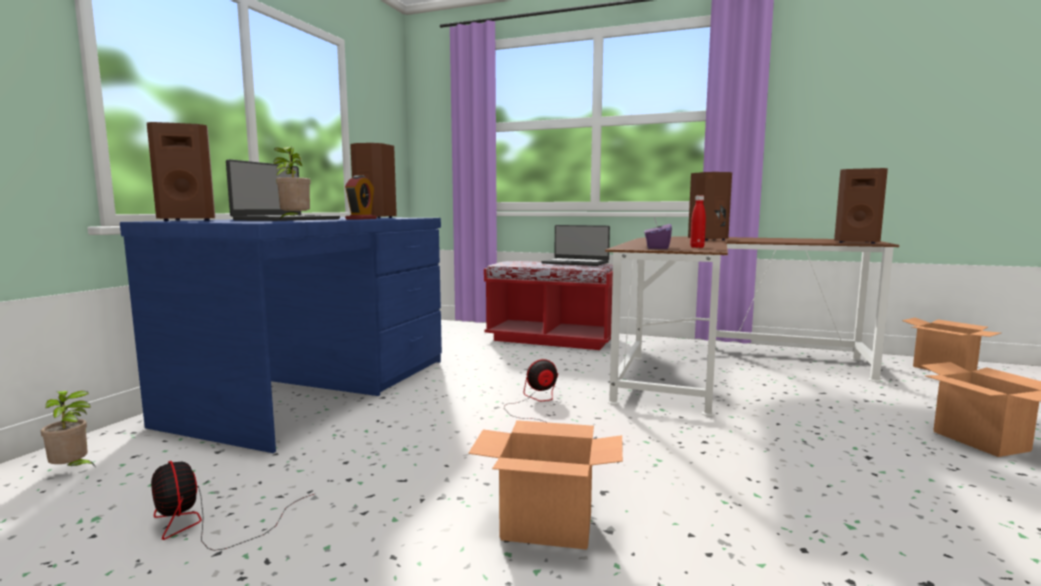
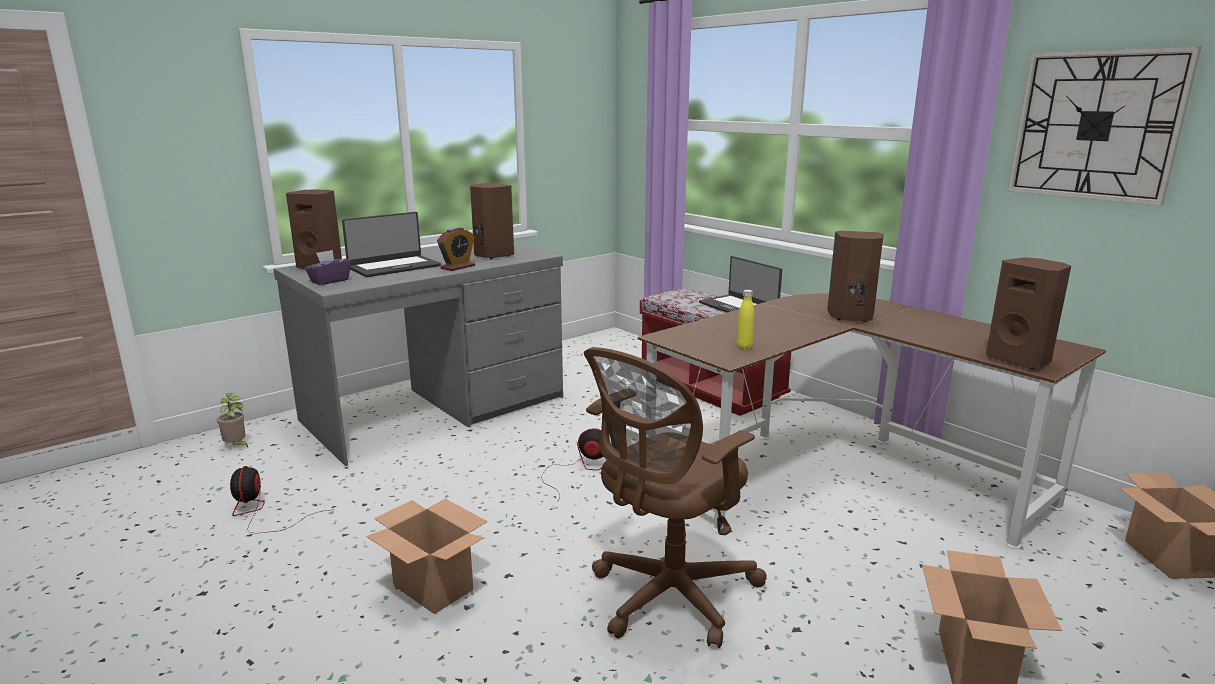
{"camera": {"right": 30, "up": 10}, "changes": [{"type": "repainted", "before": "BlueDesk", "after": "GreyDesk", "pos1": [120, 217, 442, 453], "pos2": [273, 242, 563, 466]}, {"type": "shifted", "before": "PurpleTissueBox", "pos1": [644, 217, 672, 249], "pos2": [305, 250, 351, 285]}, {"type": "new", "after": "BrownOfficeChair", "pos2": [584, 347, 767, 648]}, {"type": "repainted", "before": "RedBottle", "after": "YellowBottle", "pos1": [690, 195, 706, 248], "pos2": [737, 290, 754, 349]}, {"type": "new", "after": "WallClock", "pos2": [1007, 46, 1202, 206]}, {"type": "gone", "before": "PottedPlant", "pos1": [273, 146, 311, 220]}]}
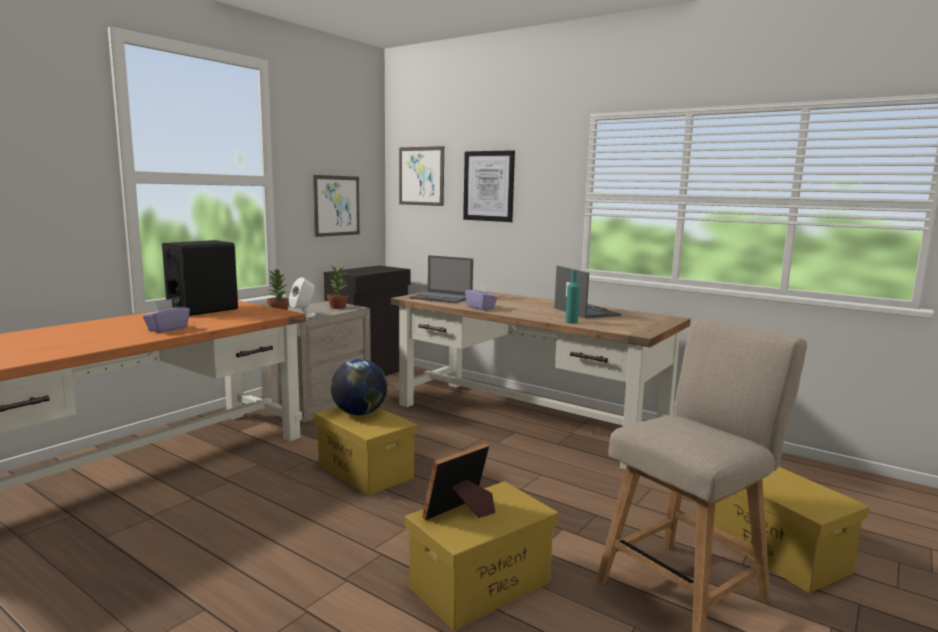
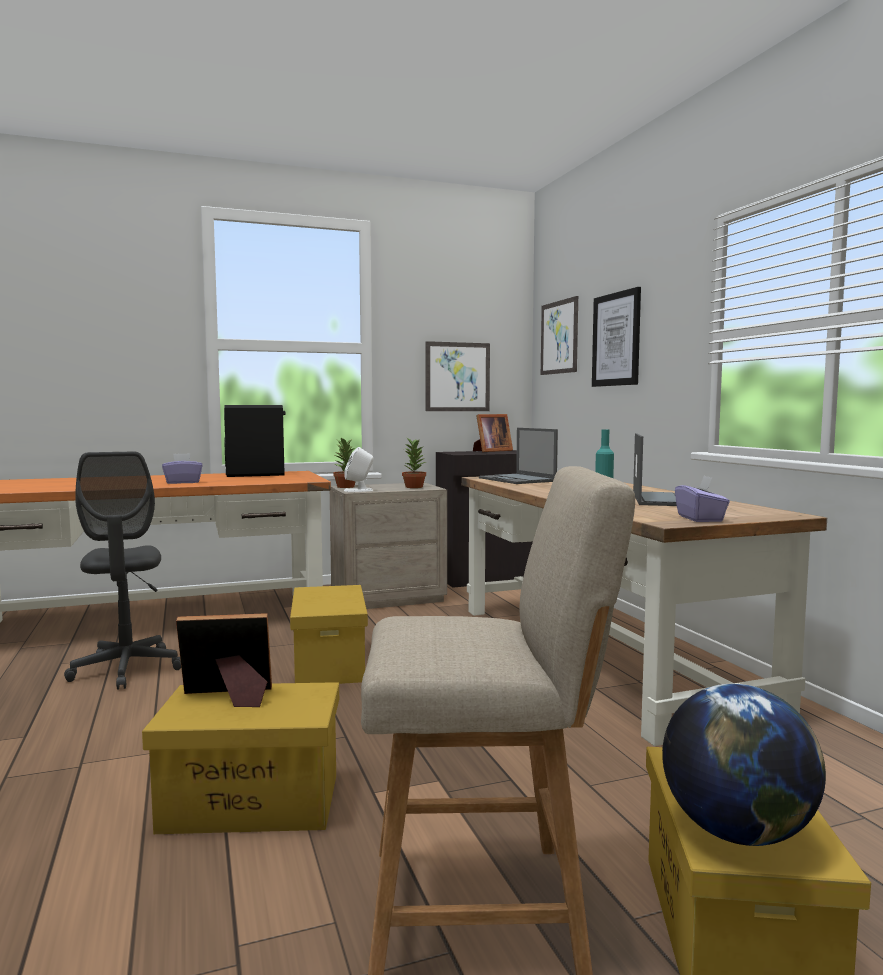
{"camera": {"right": 35, "up": -5}, "changes": [{"type": "new", "after": "GreyOfficeChair", "pos2": [64, 452, 181, 690]}, {"type": "new", "after": "PictureFrame", "pos2": [473, 414, 513, 452]}, {"type": "shifted", "before": "Globe", "pos1": [331, 359, 387, 415], "pos2": [662, 684, 826, 846]}, {"type": "shifted", "before": "PurpleTissueBox", "pos1": [465, 283, 498, 310], "pos2": [675, 476, 730, 522]}]}
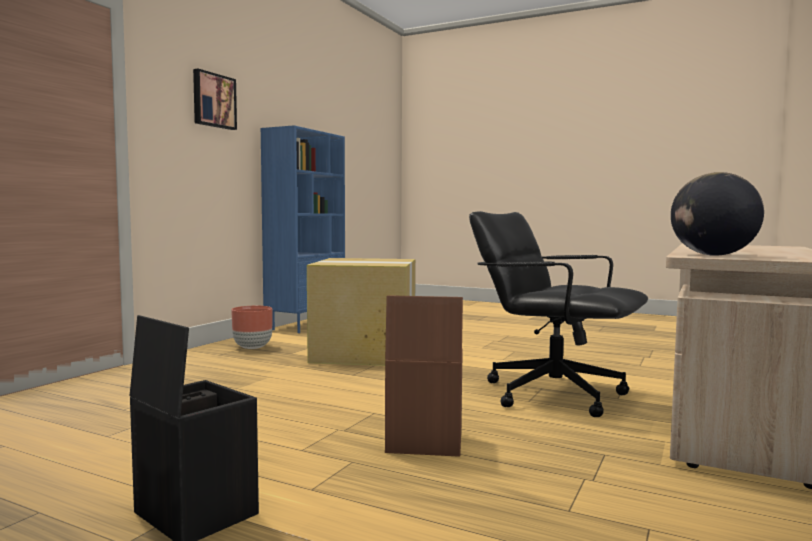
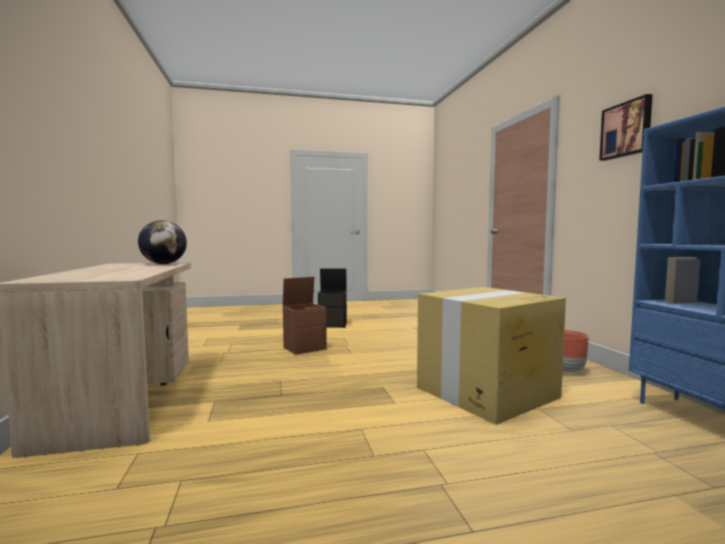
{"camera": {"right": 140, "up": 0}, "changes": [{"type": "gone", "before": "BlackOfficeChair", "pos1": [469, 211, 648, 417]}]}
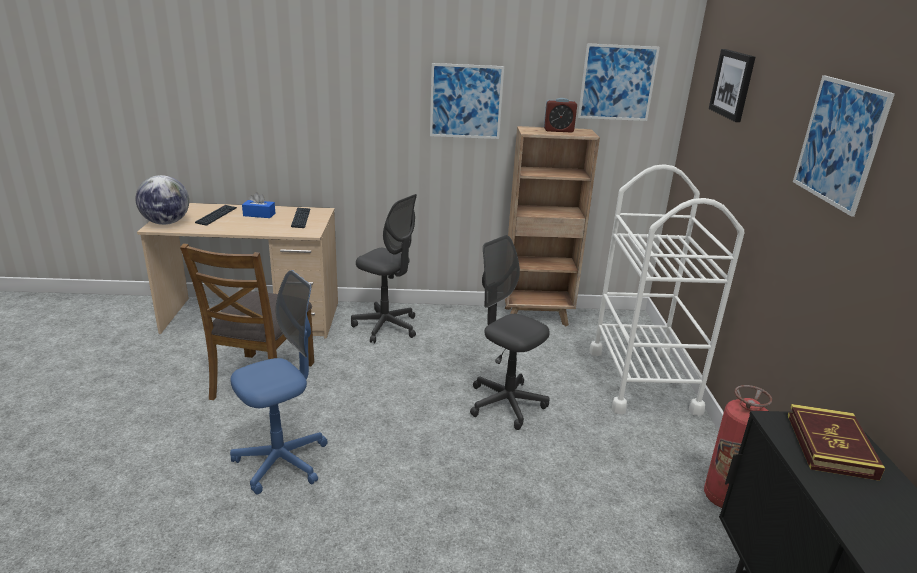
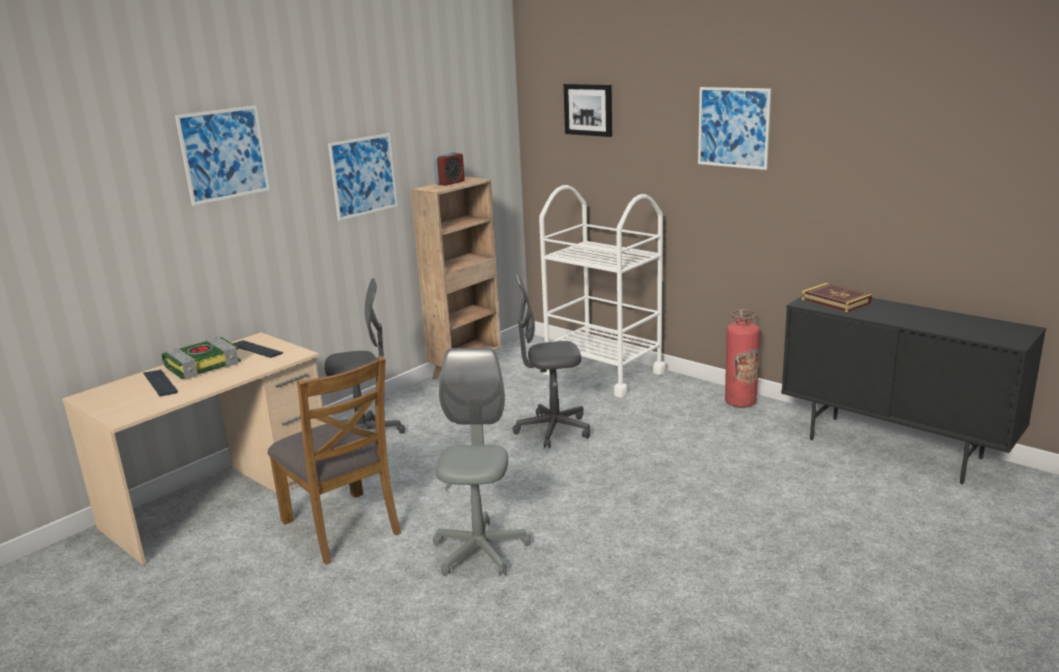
{"camera": {"right": -45, "up": -5}, "changes": [{"type": "swapped", "before": "BlueTissueBox", "after": "Book", "pos1": [242, 192, 275, 218], "pos2": [162, 337, 241, 379]}, {"type": "shifted", "before": "Picture", "pos1": [578, 43, 660, 121], "pos2": [175, 105, 270, 206]}, {"type": "repainted", "before": "BlueOfficeChair", "after": "GreyOfficeChair", "pos1": [230, 270, 328, 495], "pos2": [433, 348, 531, 576]}, {"type": "gone", "before": "Globe", "pos1": [136, 175, 189, 225]}]}
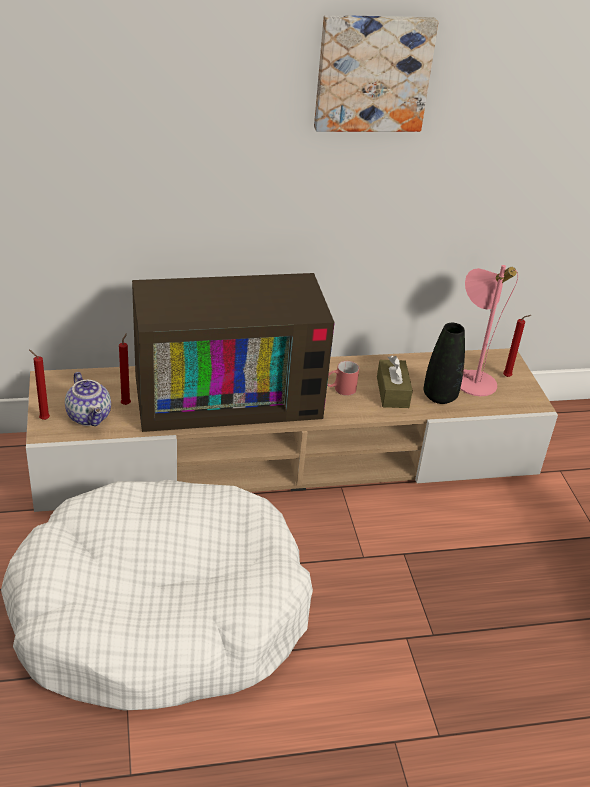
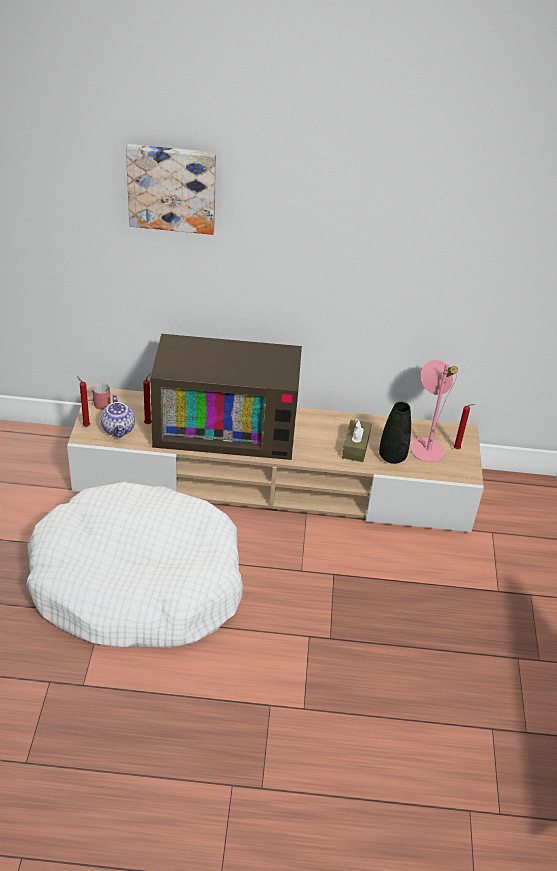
{"camera": {"right": 15, "up": 5}, "changes": [{"type": "shifted", "before": "RedMug", "pos1": [327, 361, 359, 396], "pos2": [87, 383, 111, 410]}, {"type": "shifted", "before": "Picture", "pos1": [314, 15, 439, 132], "pos2": [126, 144, 216, 235]}]}
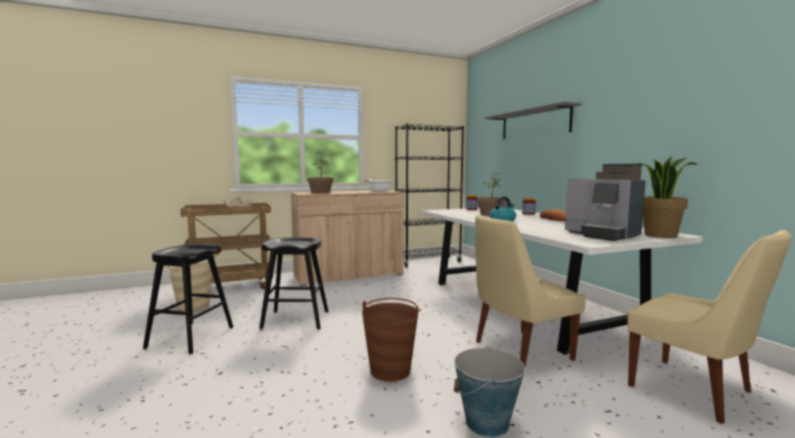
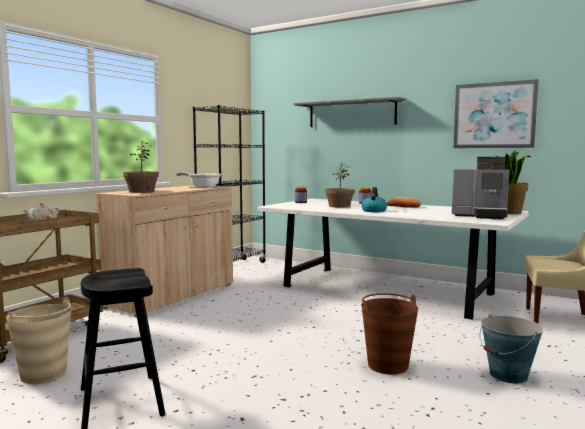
{"camera": {"right": -35, "up": 0}, "changes": [{"type": "new", "after": "Picture", "pos2": [453, 79, 538, 148]}, {"type": "gone", "before": "BlackStool", "pos1": [259, 237, 329, 329]}, {"type": "gone", "before": "BeigeChair", "pos1": [475, 215, 586, 366]}]}
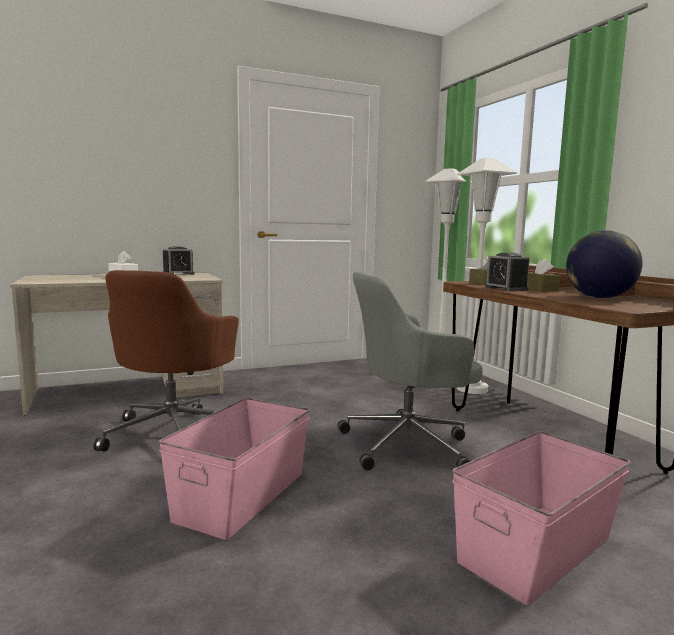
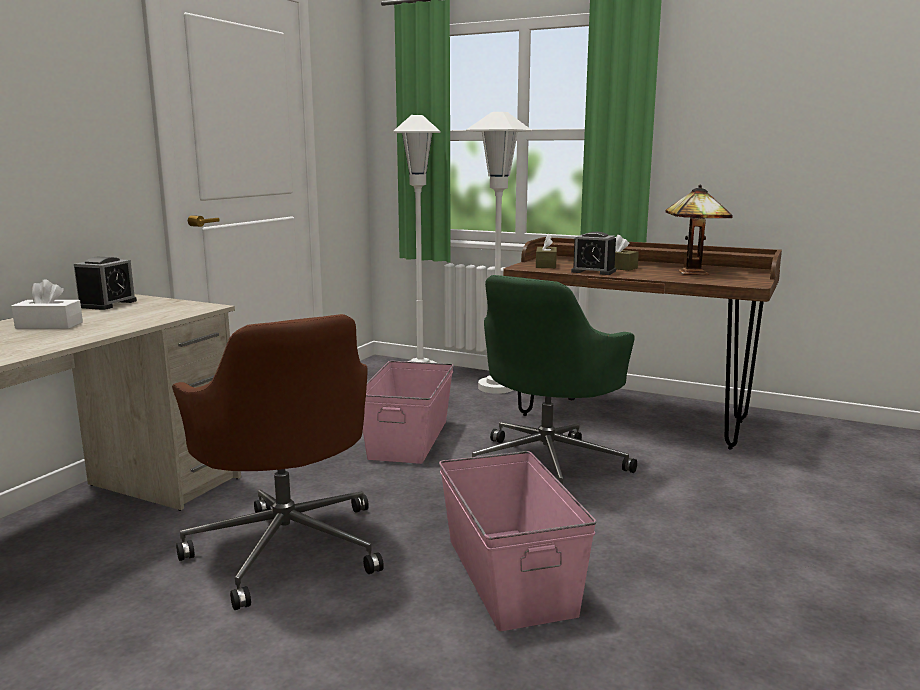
{"camera": {"right": -40, "up": 5}, "changes": [{"type": "shifted", "before": "PinkStorageBox", "pos1": [452, 431, 631, 605], "pos2": [363, 361, 454, 464]}, {"type": "repainted", "before": "GreyOfficeChair", "after": "GreenOfficeChair", "pos1": [338, 272, 483, 471], "pos2": [472, 275, 637, 484]}, {"type": "swapped", "before": "Globe", "after": "TableLamp", "pos1": [566, 230, 643, 299], "pos2": [665, 185, 733, 275]}]}
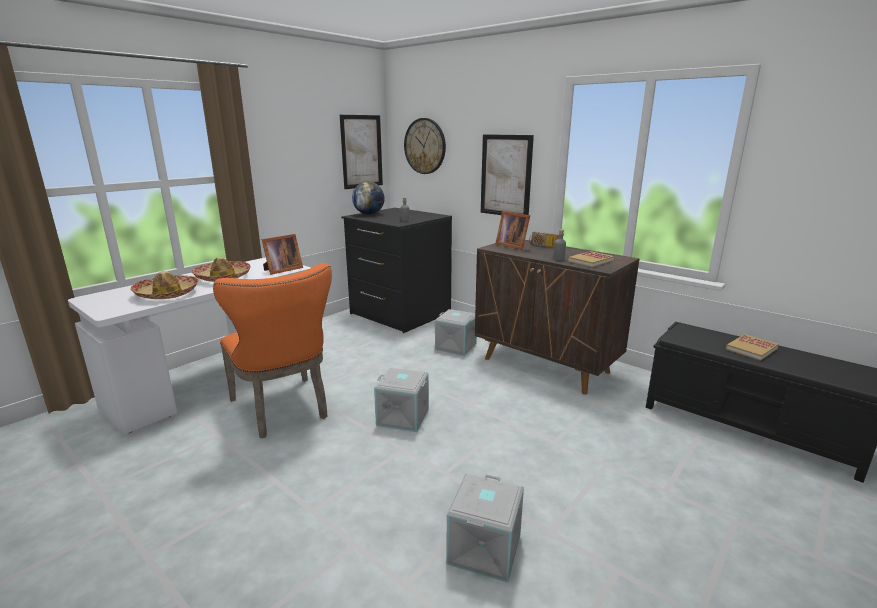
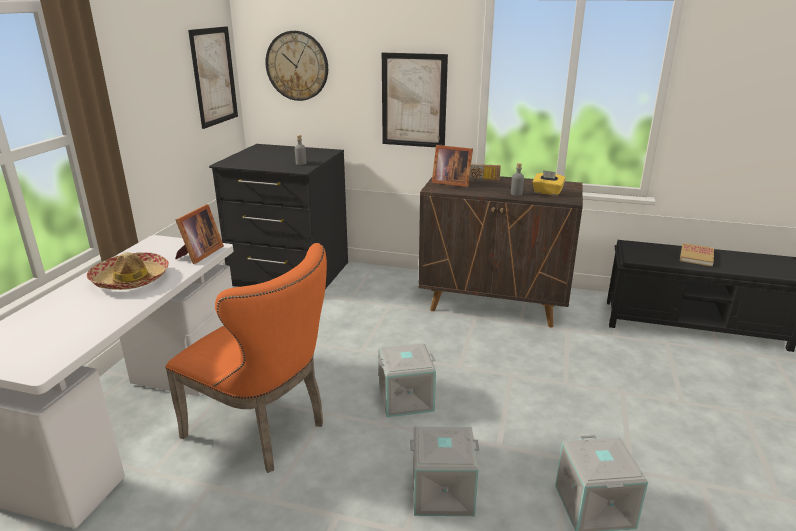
{"camera": {"right": -25, "up": 5}, "changes": [{"type": "shifted", "before": "GreyStorageBox", "pos1": [435, 309, 477, 356], "pos2": [410, 426, 480, 516]}, {"type": "swapped", "before": "Book", "after": "YellowTissueBox", "pos1": [568, 251, 614, 268], "pos2": [532, 170, 566, 196]}, {"type": "gone", "before": "Hat", "pos1": [130, 271, 198, 299]}, {"type": "gone", "before": "Globe", "pos1": [352, 182, 385, 215]}]}
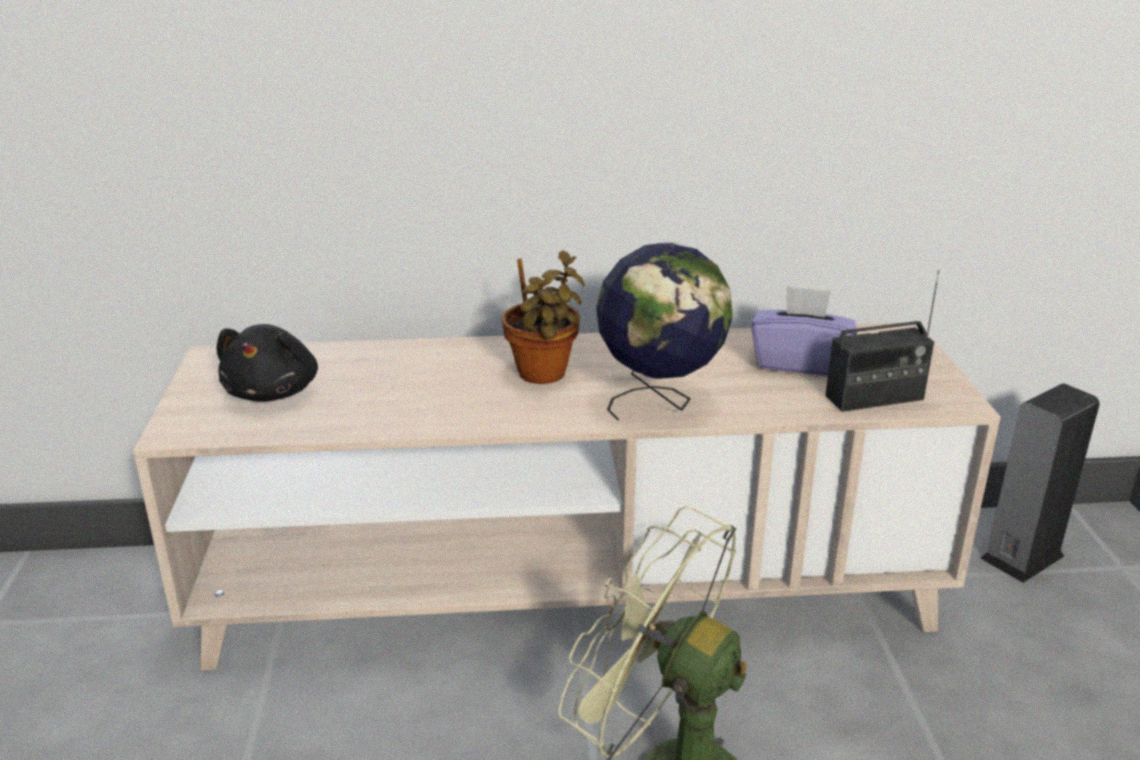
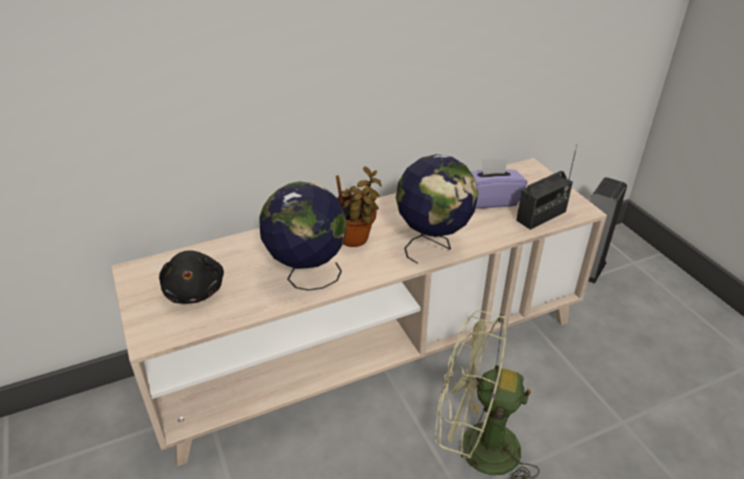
{"camera": {"right": -20, "up": 10}, "changes": [{"type": "new", "after": "Globe", "pos2": [259, 181, 347, 291]}]}
